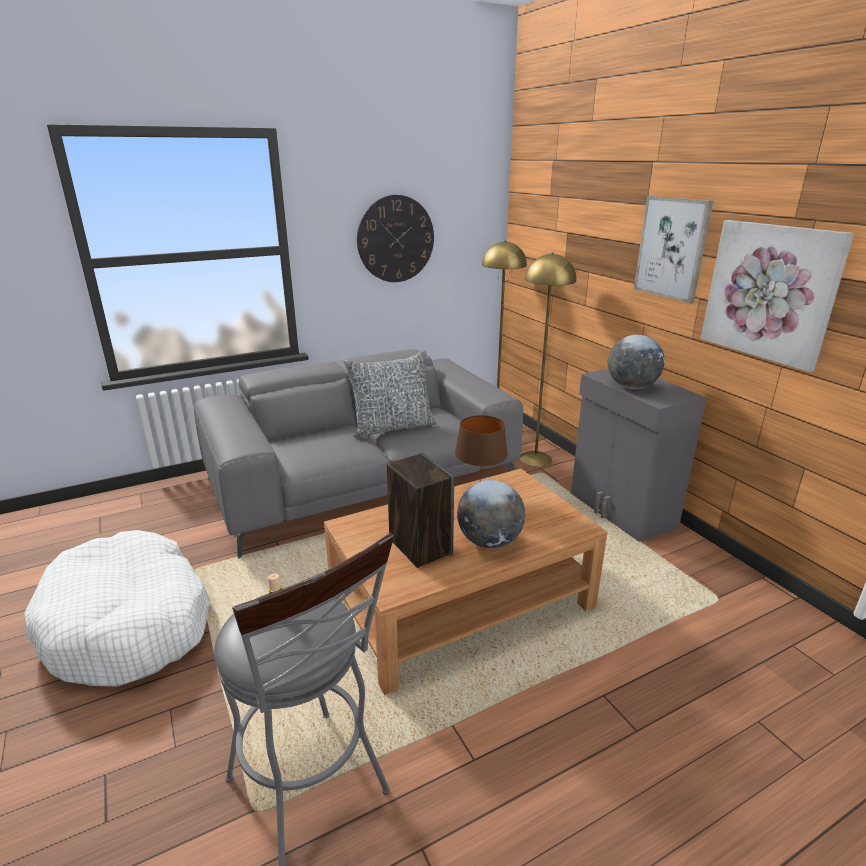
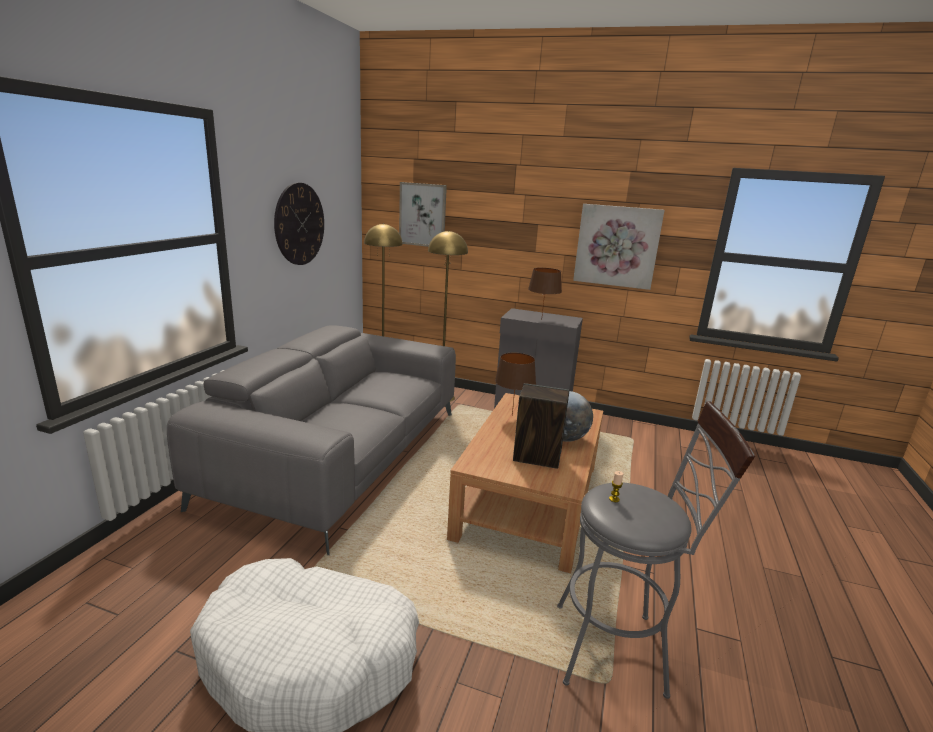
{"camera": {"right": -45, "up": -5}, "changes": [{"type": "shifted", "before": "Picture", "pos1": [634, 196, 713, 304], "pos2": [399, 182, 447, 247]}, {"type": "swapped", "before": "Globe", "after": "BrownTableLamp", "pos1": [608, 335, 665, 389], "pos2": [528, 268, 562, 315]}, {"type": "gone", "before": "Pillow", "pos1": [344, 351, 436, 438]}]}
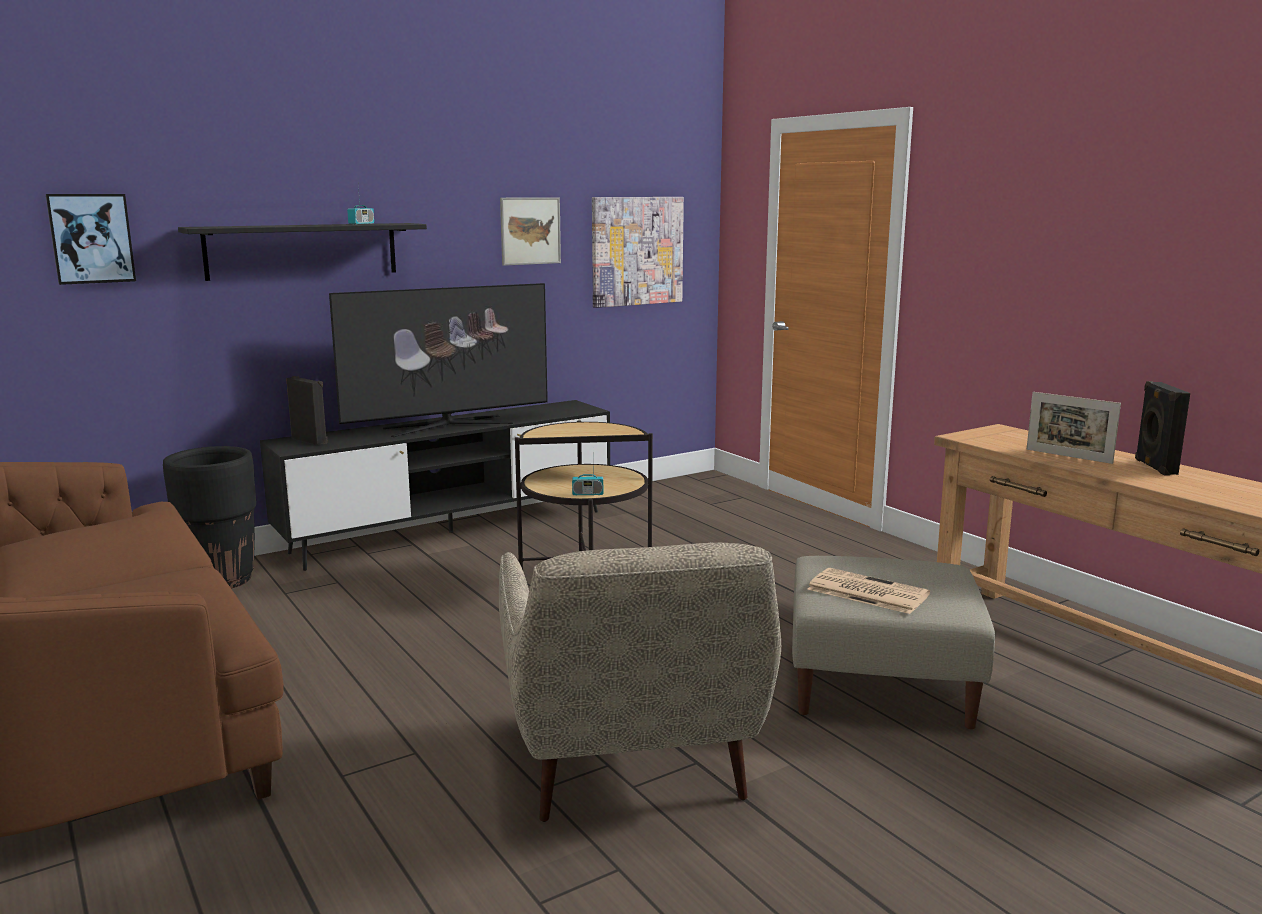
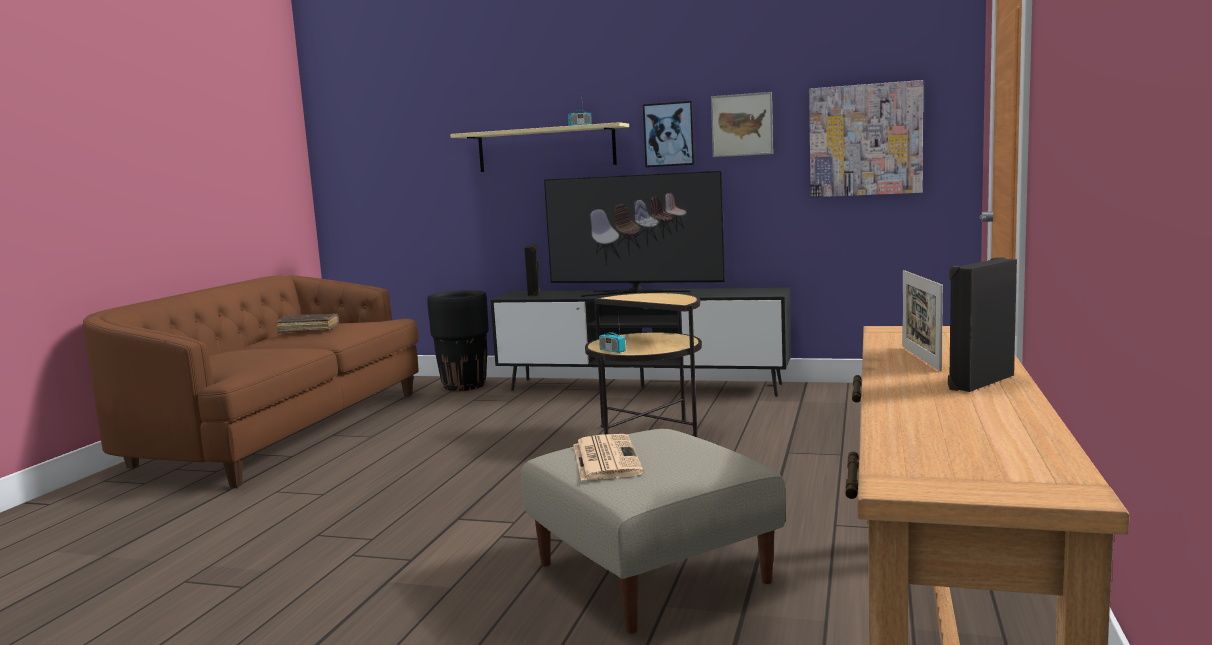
{"camera": {"right": 50, "up": -5}, "changes": [{"type": "new", "after": "BrownBook", "pos2": [276, 313, 339, 333]}, {"type": "repainted", "before": "BlackShelf", "after": "BeigeShelf", "pos1": [178, 223, 427, 281], "pos2": [450, 122, 629, 172]}, {"type": "shifted", "before": "Picture", "pos1": [46, 194, 136, 285], "pos2": [643, 101, 695, 167]}, {"type": "gone", "before": "BeigeArmchair", "pos1": [499, 542, 781, 822]}]}
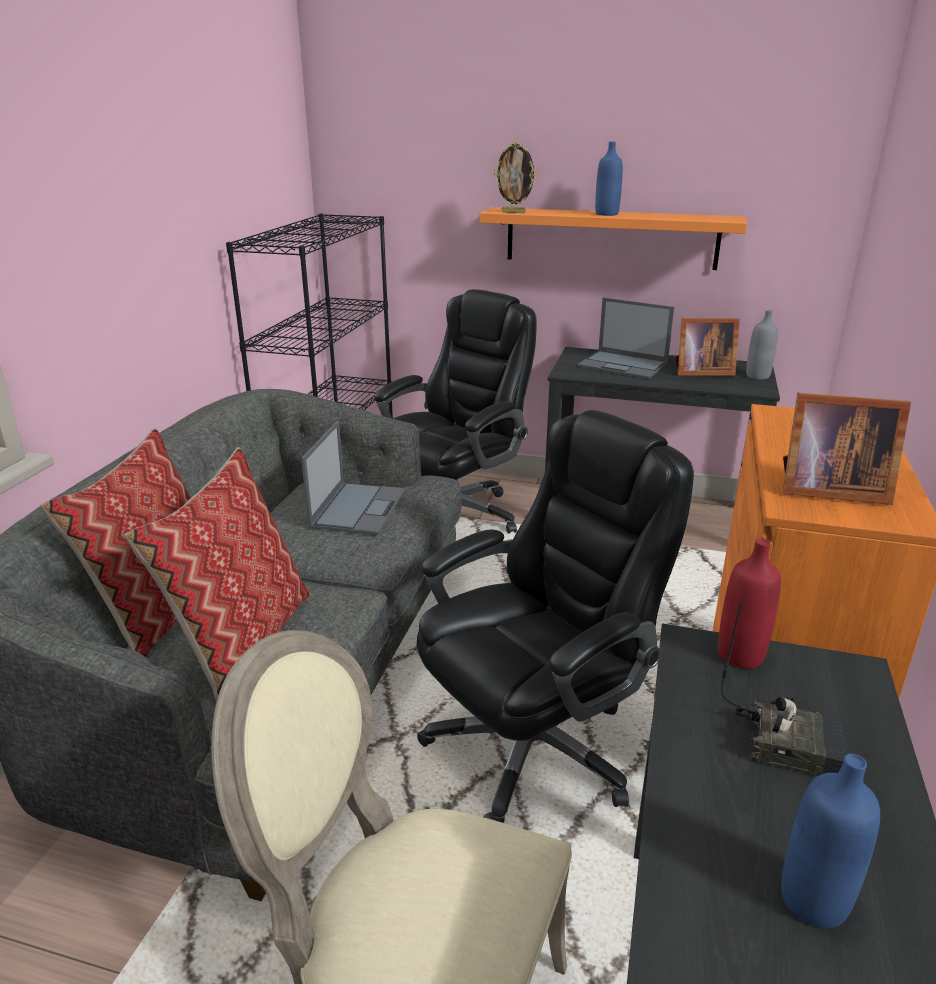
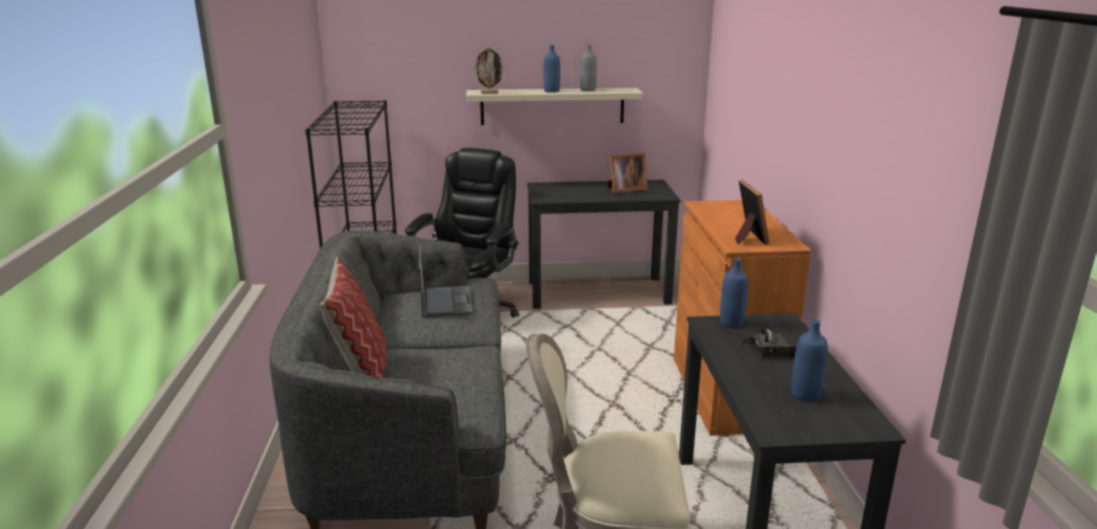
{"camera": {"right": -20, "up": -5}, "changes": [{"type": "repainted", "before": "OrangeShelf", "after": "BeigeShelf", "pos1": [479, 207, 747, 270], "pos2": [466, 88, 643, 125]}, {"type": "shifted", "before": "GreyBottle", "pos1": [746, 309, 778, 380], "pos2": [580, 44, 597, 92]}, {"type": "repainted", "before": "RedBottle", "after": "BlueBottle", "pos1": [718, 538, 781, 669], "pos2": [720, 258, 748, 327]}, {"type": "rotated", "before": "PictureFrame", "pos1": [783, 393, 911, 505], "pos2": [735, 180, 770, 245], "turn": -90}, {"type": "gone", "before": "Pillow", "pos1": [124, 447, 309, 702]}, {"type": "gone", "before": "BlackOfficeChair", "pos1": [417, 410, 694, 823]}, {"type": "gone", "before": "Laptop", "pos1": [577, 298, 674, 379]}]}
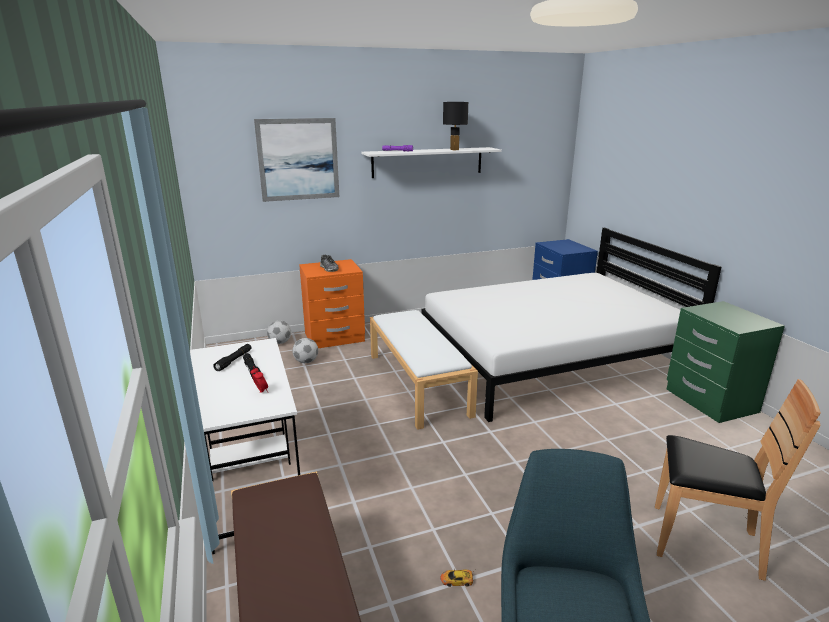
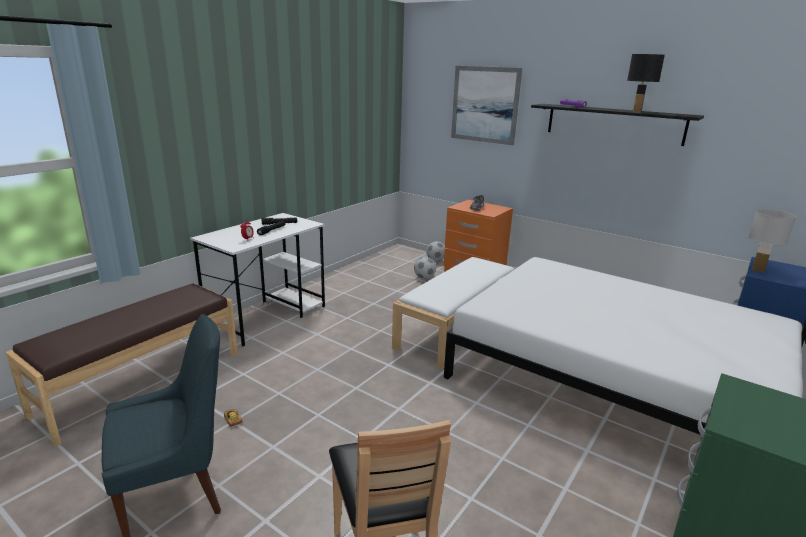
{"camera": {"right": 55, "up": 0}, "changes": [{"type": "repainted", "before": "WhiteShelf", "after": "BlackShelf", "pos1": [362, 147, 502, 178], "pos2": [531, 104, 704, 146]}, {"type": "new", "after": "WhiteTableLamp", "pos2": [748, 209, 796, 272]}]}
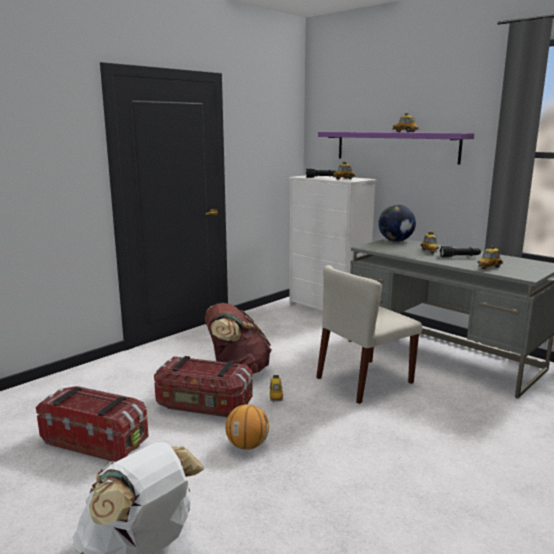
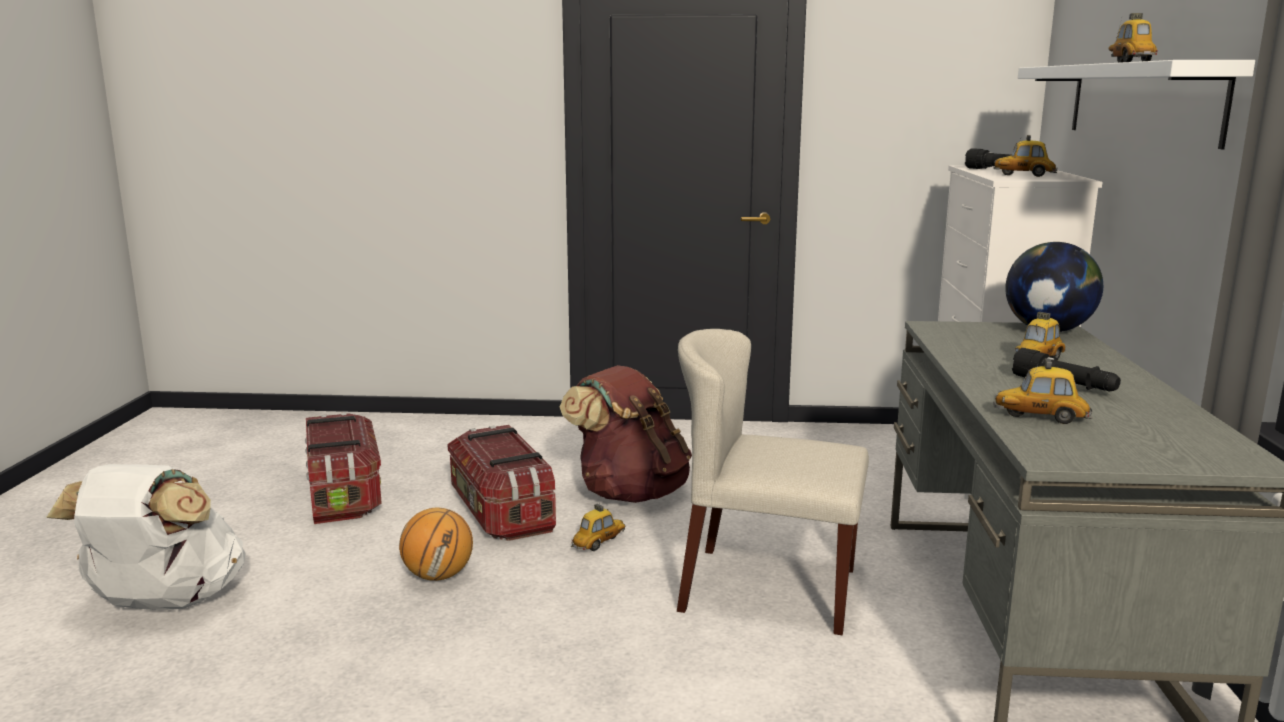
{"camera": {"right": 50, "up": 0}, "changes": [{"type": "repainted", "before": "PurpleShelf", "after": "WhiteShelf", "pos1": [318, 132, 474, 165], "pos2": [1018, 60, 1255, 149]}]}
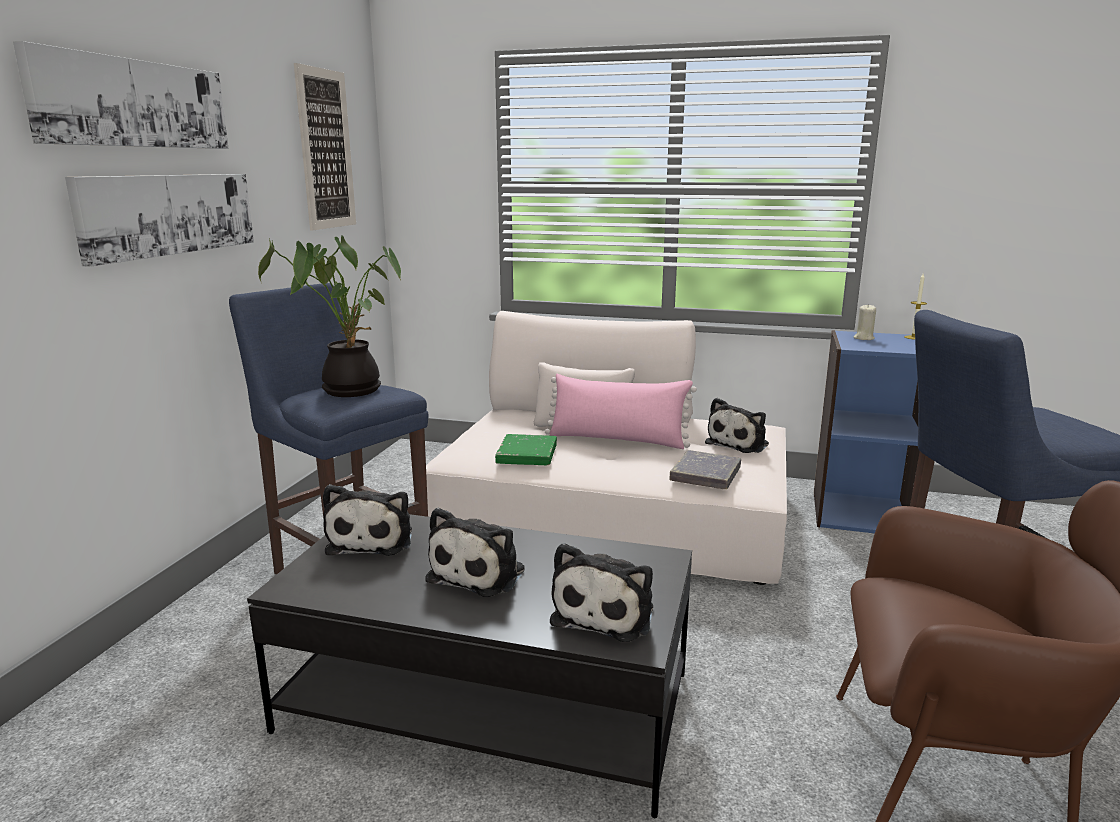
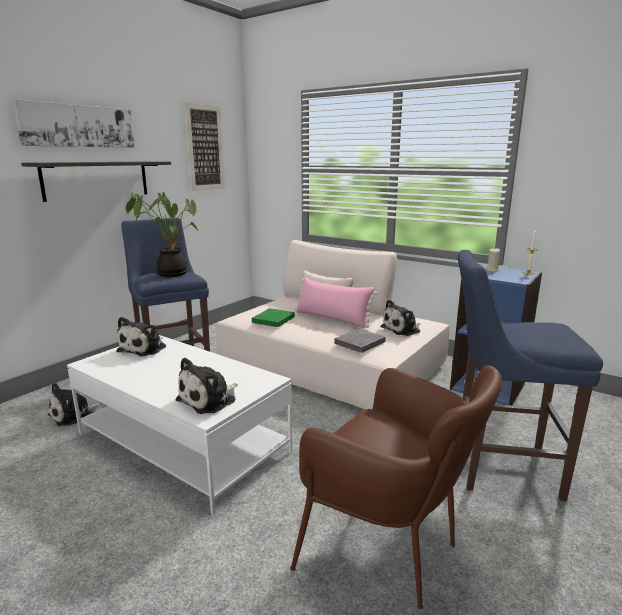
{"camera": {"right": 20, "up": 0}, "changes": [{"type": "swapped", "before": "Picture", "after": "Shelf", "pos1": [65, 174, 254, 267], "pos2": [21, 161, 171, 202]}, {"type": "shifted", "before": "PlushToy", "pos1": [425, 507, 525, 597], "pos2": [48, 383, 102, 426]}, {"type": "repainted", "before": "BlackCoffeeTable", "after": "WhiteCoffeeTable", "pos1": [247, 514, 692, 818], "pos2": [67, 335, 292, 515]}]}
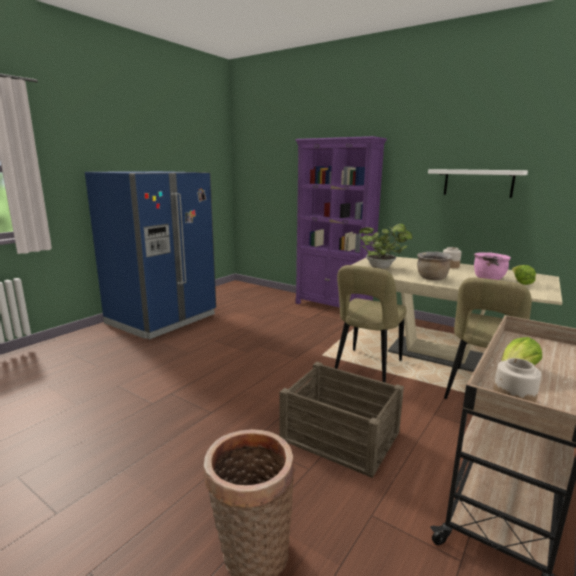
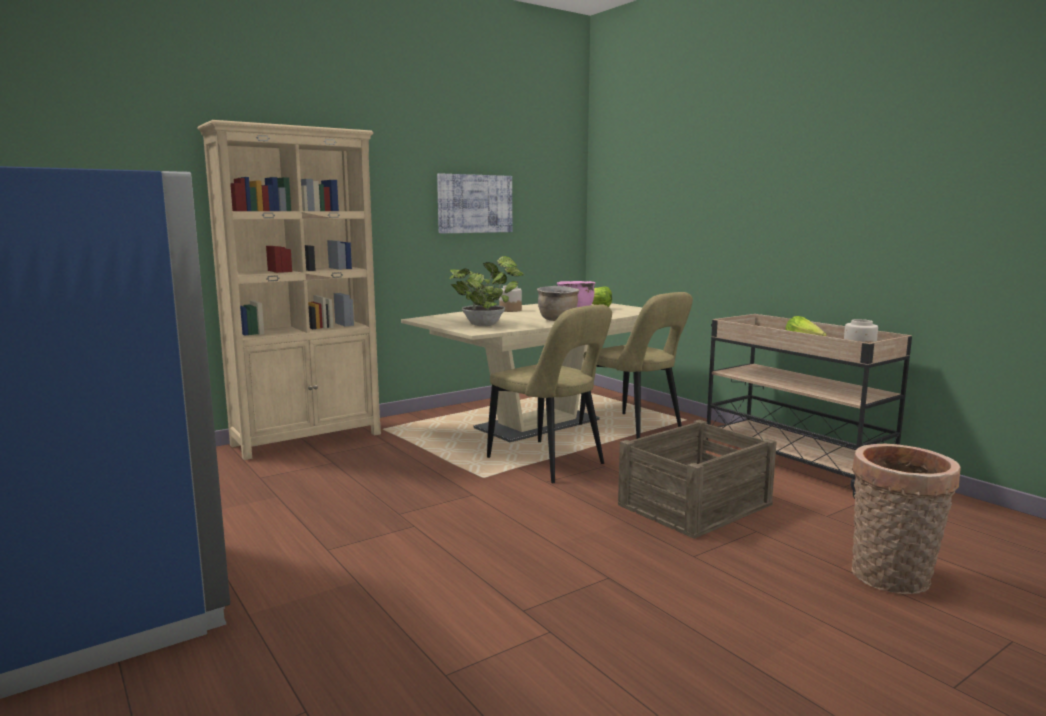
{"camera": {"right": -70, "up": -5}, "changes": [{"type": "repainted", "before": "PurpleBookcase", "after": "BeigeBookcase", "pos1": [295, 136, 387, 308], "pos2": [197, 120, 381, 460]}, {"type": "swapped", "before": "WhiteShelf", "after": "Picture", "pos1": [428, 169, 528, 198], "pos2": [437, 173, 512, 233]}]}
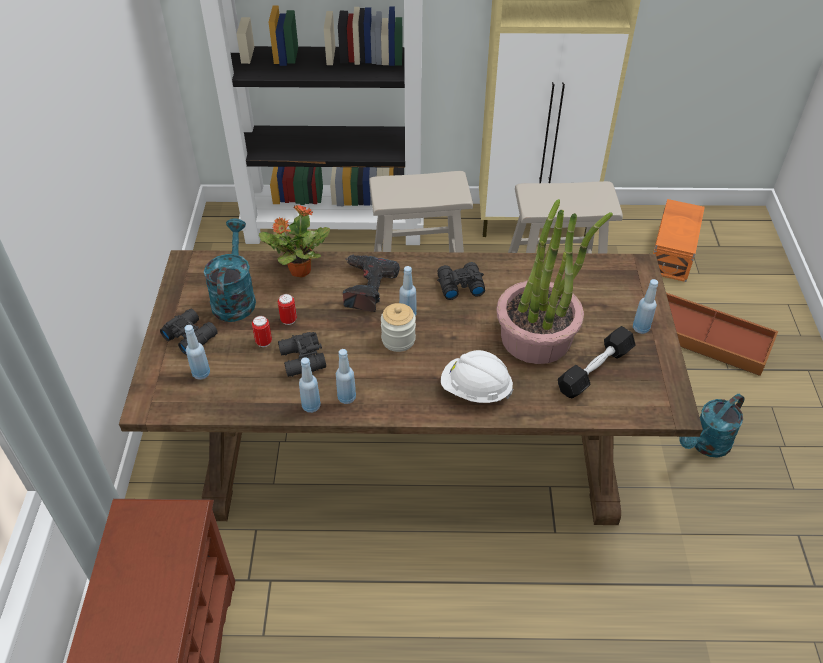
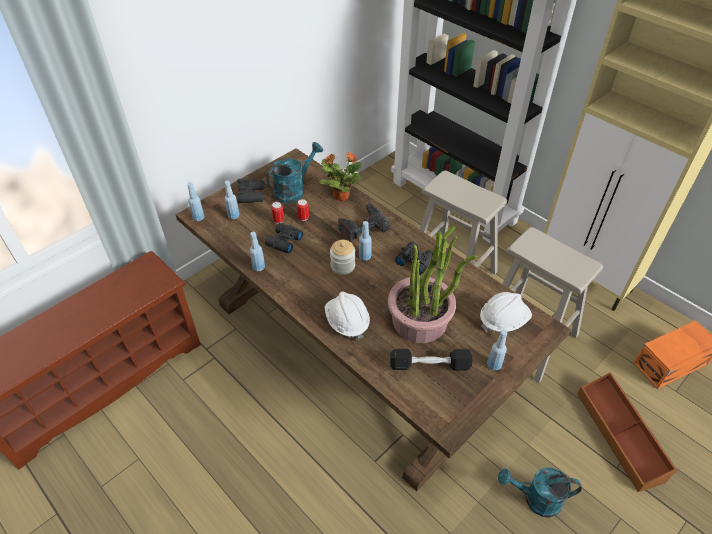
{"camera": {"right": 45, "up": 0}, "changes": [{"type": "shifted", "before": "BlueBottle", "pos1": [336, 349, 356, 404], "pos2": [187, 182, 204, 221]}, {"type": "new", "after": "WhiteHardHat", "pos2": [480, 292, 532, 332]}]}
